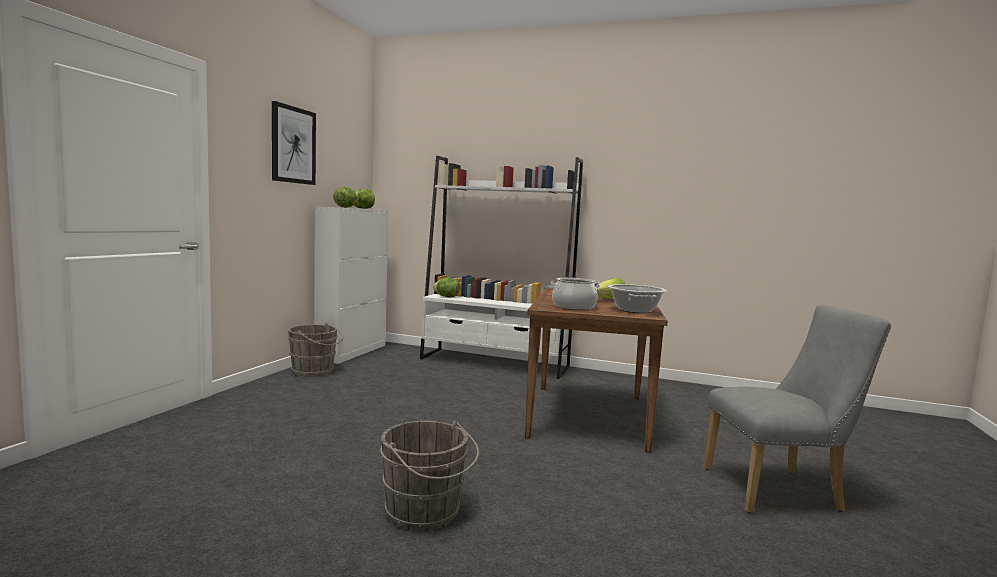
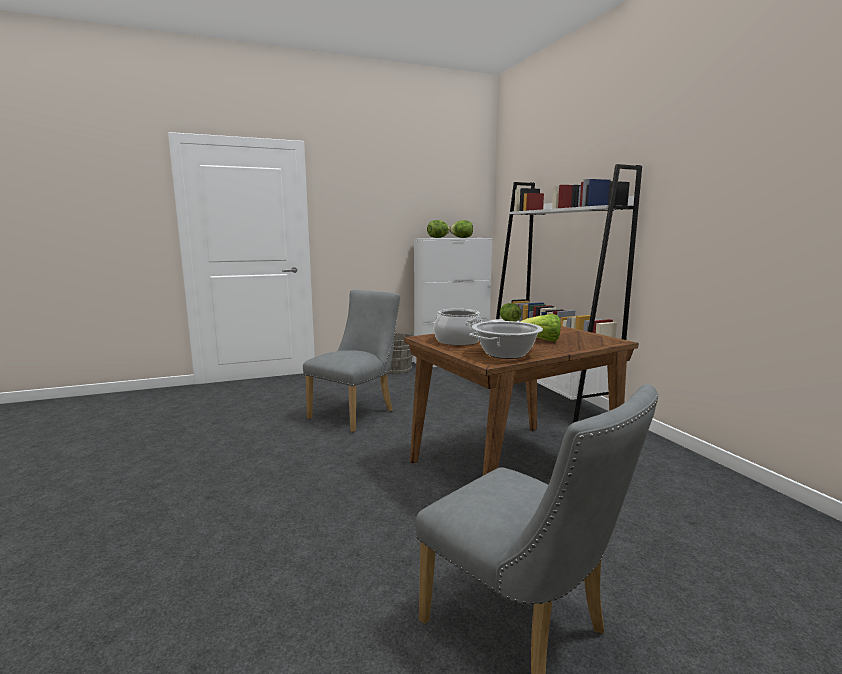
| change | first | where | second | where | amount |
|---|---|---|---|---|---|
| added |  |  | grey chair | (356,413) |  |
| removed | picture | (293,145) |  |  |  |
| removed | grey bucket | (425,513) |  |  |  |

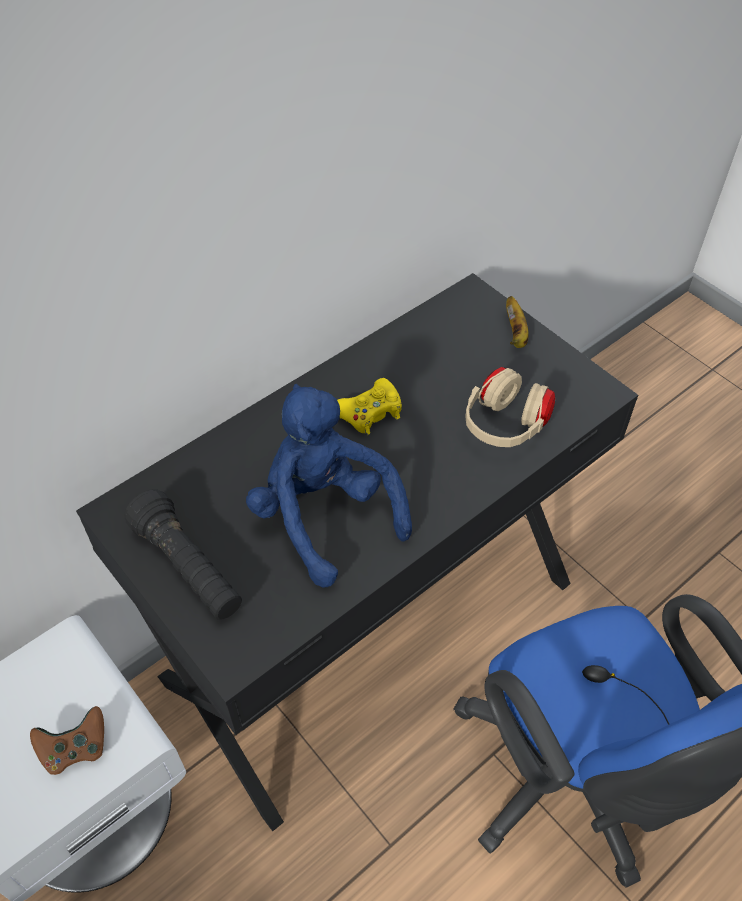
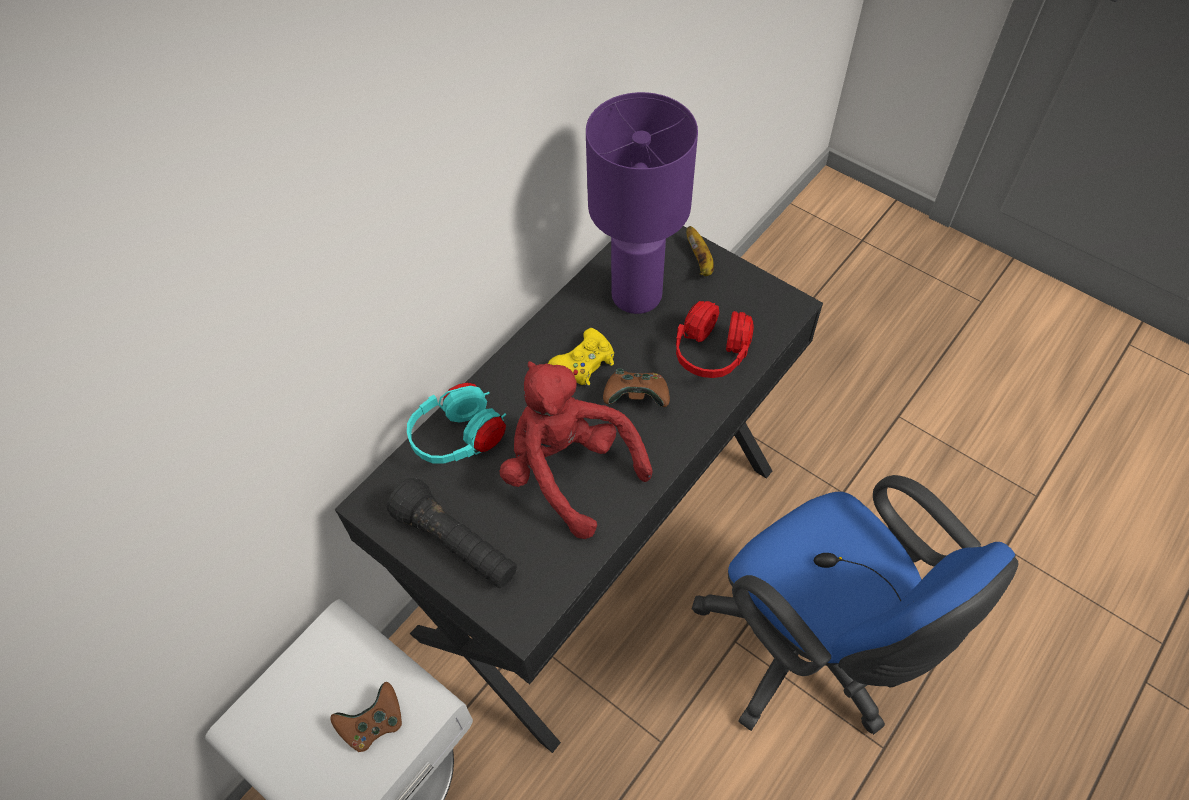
| change | first | where | second | where | amount |
|---|---|---|---|---|---|
| added |  |  | turquoise headphones | (459,439) |  |
| recoloured | blue plush toy | (324,516) | red plush toy | (568,471) |  |
| added |  |  | purple table lamp | (638,295) |  |
| added |  |  | brown game controller | (636,398) |  |
| recoloured | beige headphones | (505,426) | red headphones | (711,354) |  |

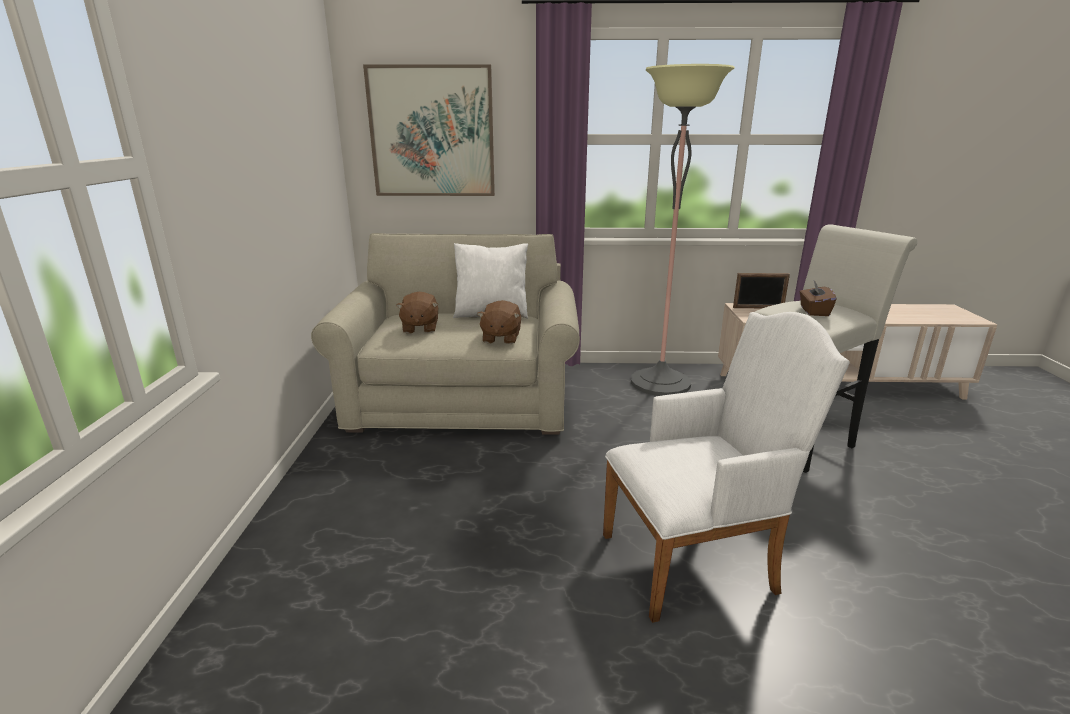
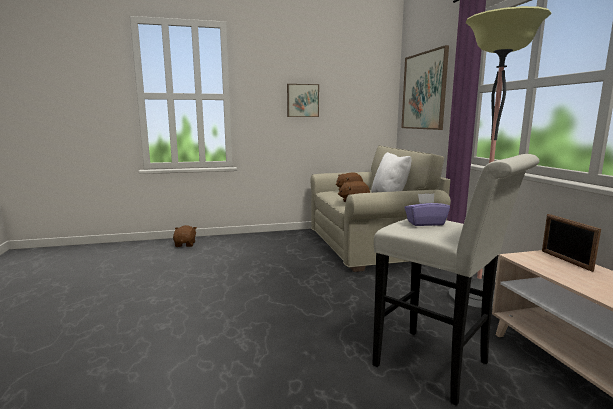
| change | first | where | second | where | amount |
|---|---|---|---|---|---|
| added |  |  | brown plush toy | (185,244) |  |
| added |  |  | picture | (302,100) |  |
| recoloured | brown tissue box | (813,311) | purple tissue box | (425,223) |  |
| removed | white armchair | (697,560) |  |  |  |

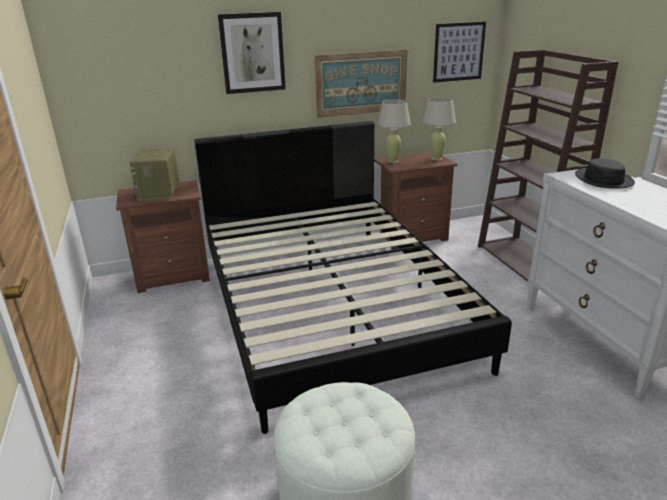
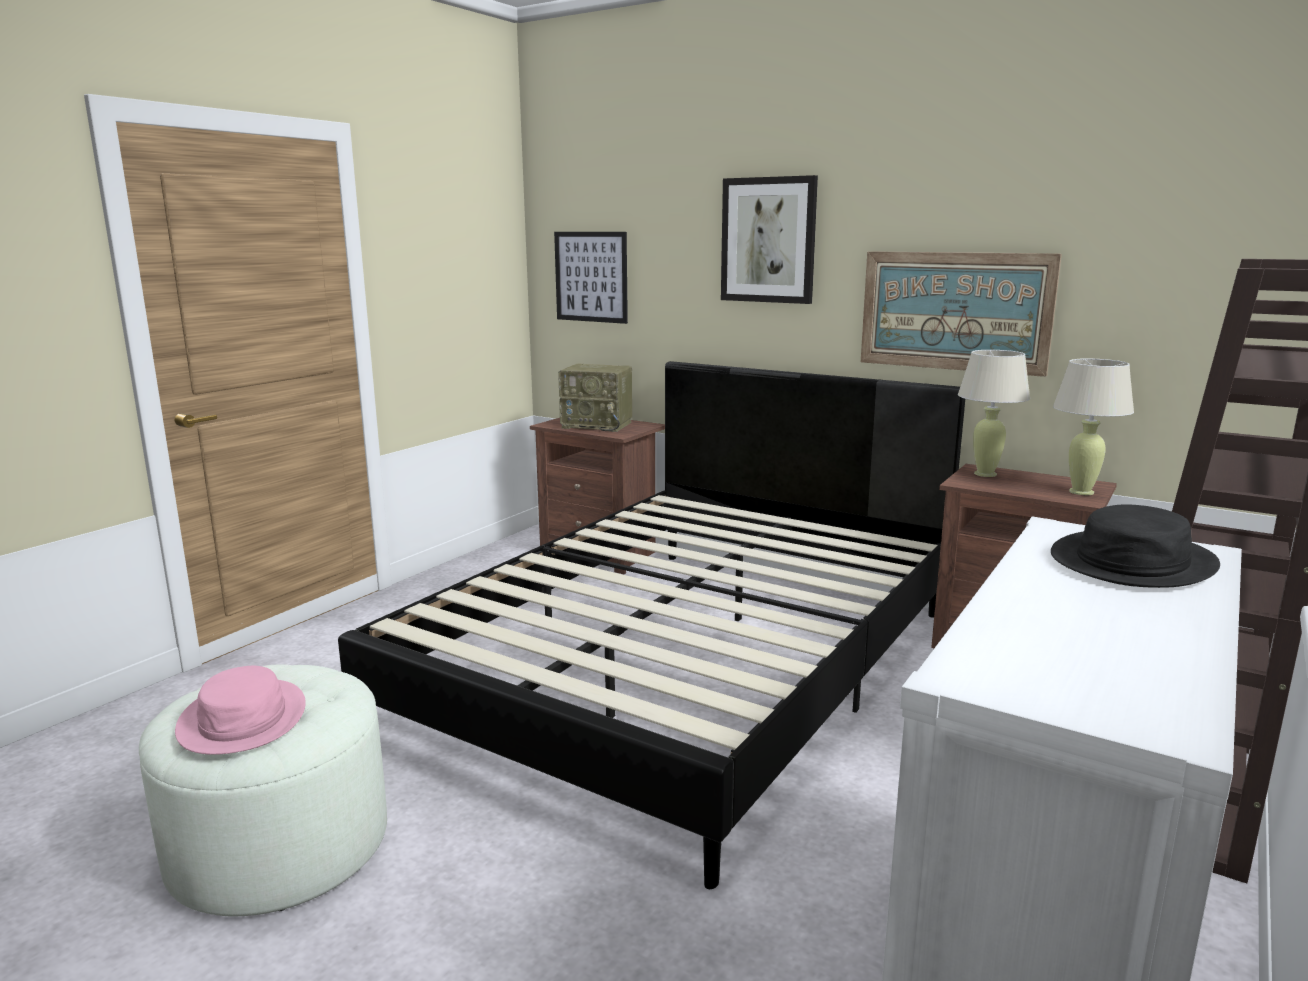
| change | first | where | second | where | amount |
|---|---|---|---|---|---|
| added |  |  | pink hat | (243,719) |  |
| moved | picture | (458,52) |  | (591,277) |  |
| turned | radio | (159,193) |  | (598,425) | 120 degrees counterclockwise |

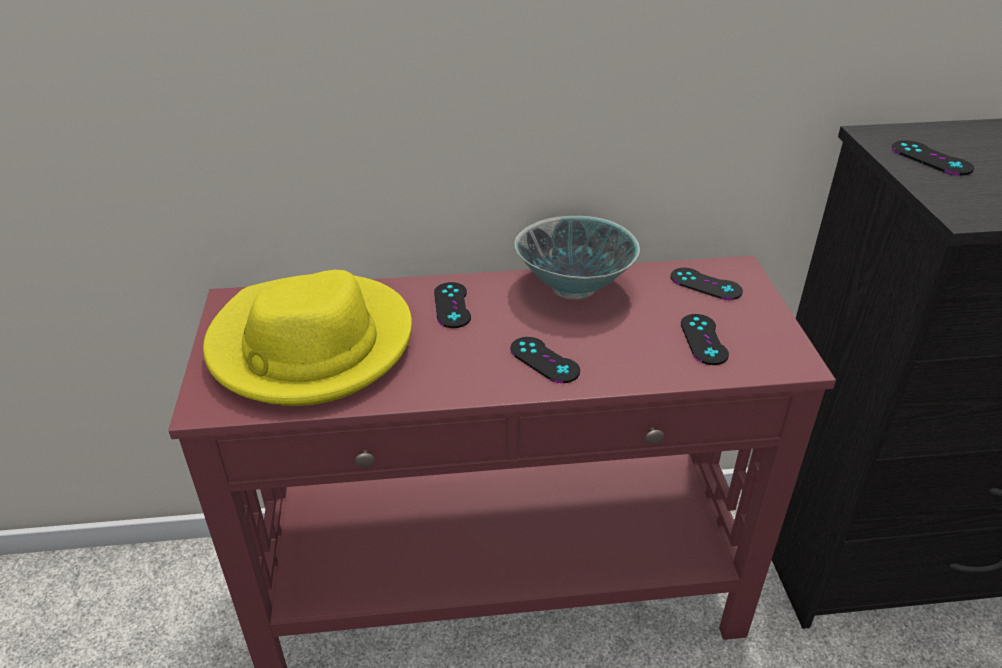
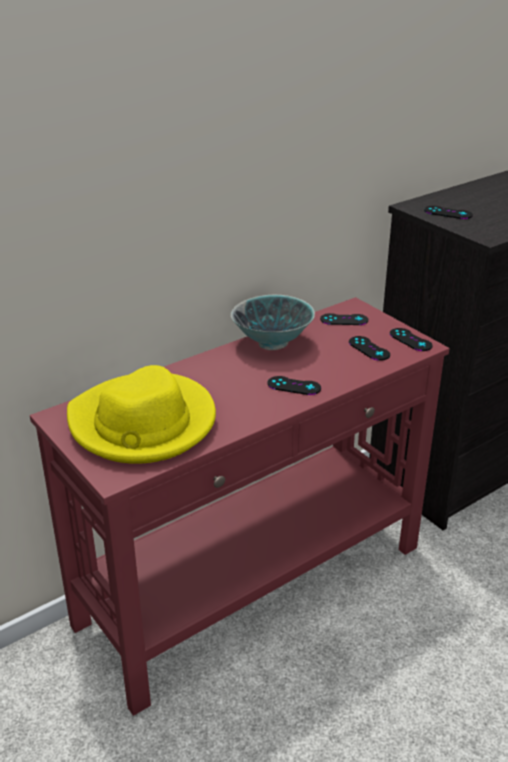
| change | first | where | second | where | amount |
|---|---|---|---|---|---|
| moved | black game controller | (452,305) |  | (410,340) |  |

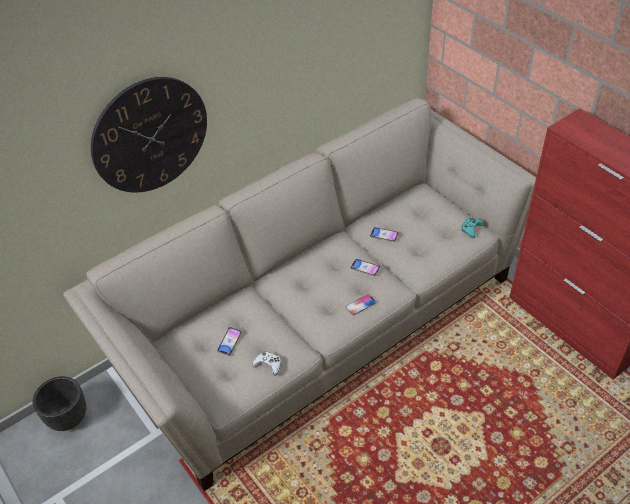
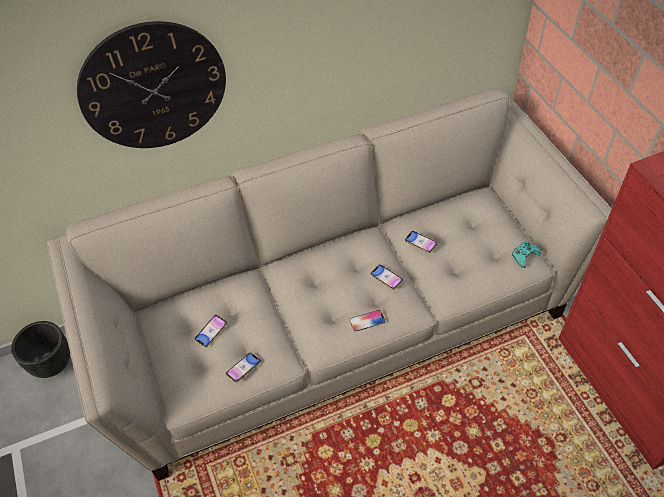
| change | first | where | second | where | amount |
|---|---|---|---|---|---|
| replaced | white game controller | (268,364) | phone | (243,368) |  |

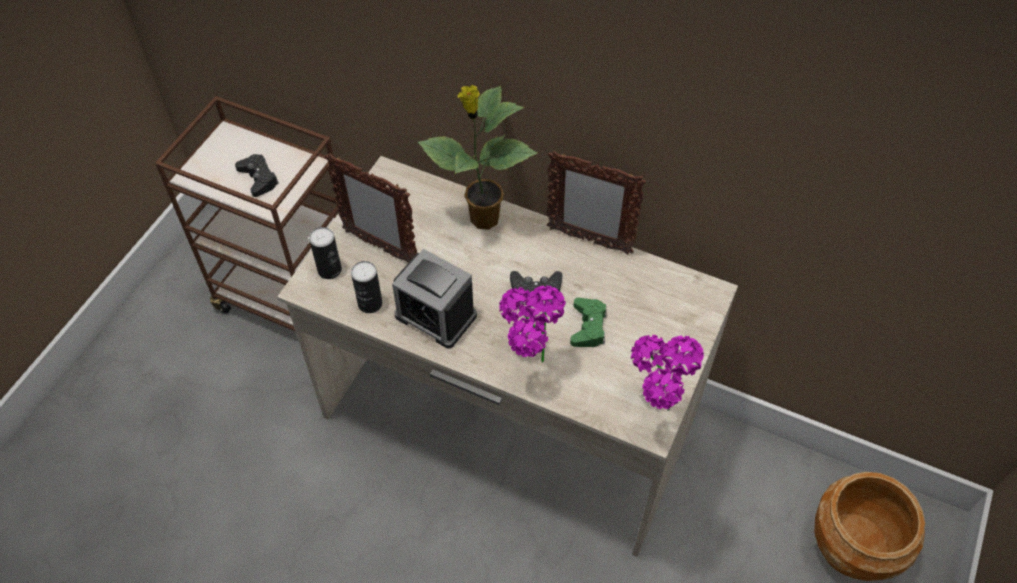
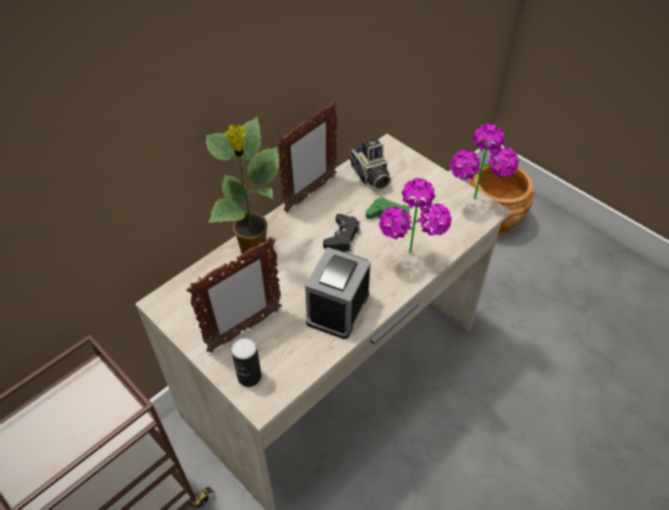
| change | first | where | second | where | amount |
|---|---|---|---|---|---|
| turned | alarm clock | (435,315) |  | (338,308) | 150 degrees clockwise |
| added |  |  | photo camera | (370,176) |  |
| removed | black game controller | (258,179) |  |  |  |
| removed | can | (370,303) |  |  |  |

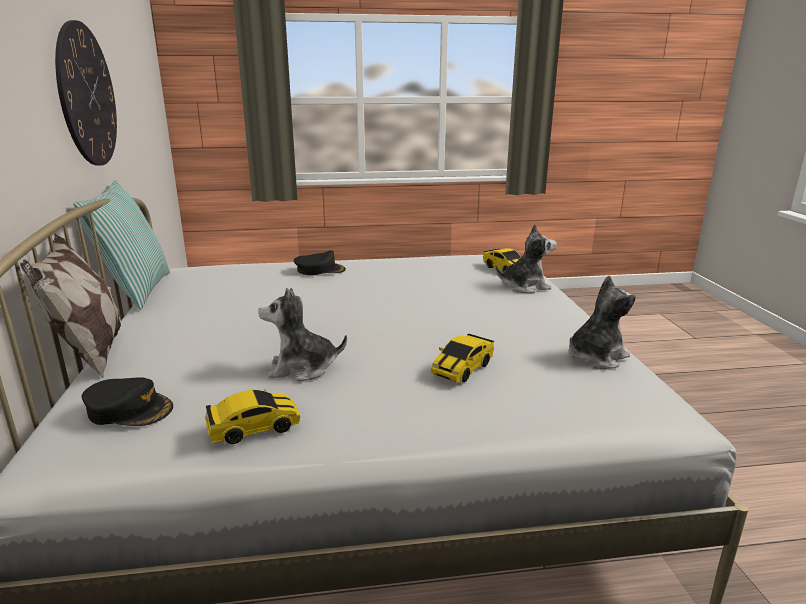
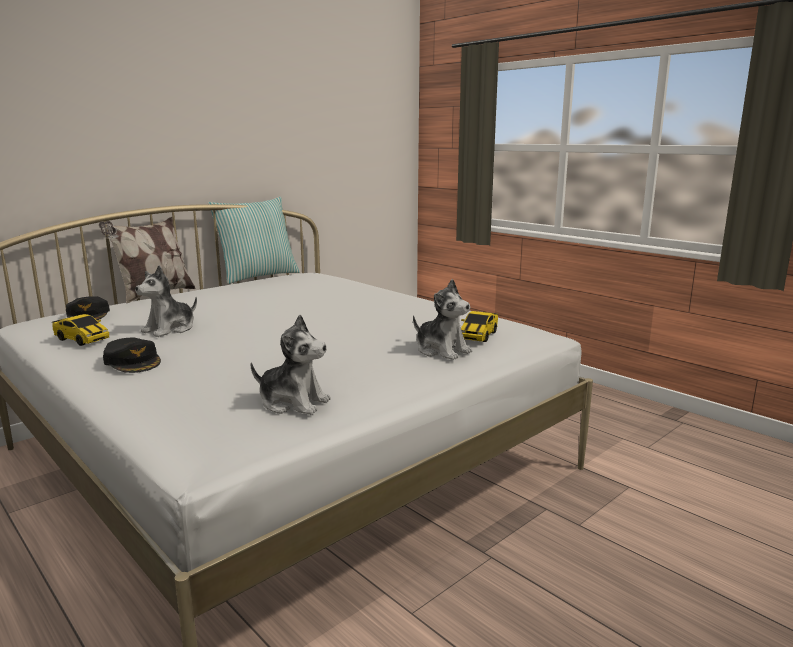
| change | first | where | second | where | amount |
|---|---|---|---|---|---|
| moved | black cap | (320,270) |  | (133,361) |  |
| turned | plush toy | (302,368) |  | (170,329) | 105 degrees counterclockwise |
| removed | wall clock | (87,95) |  |  |  |
| removed | toy car | (462,368) |  |  |  |

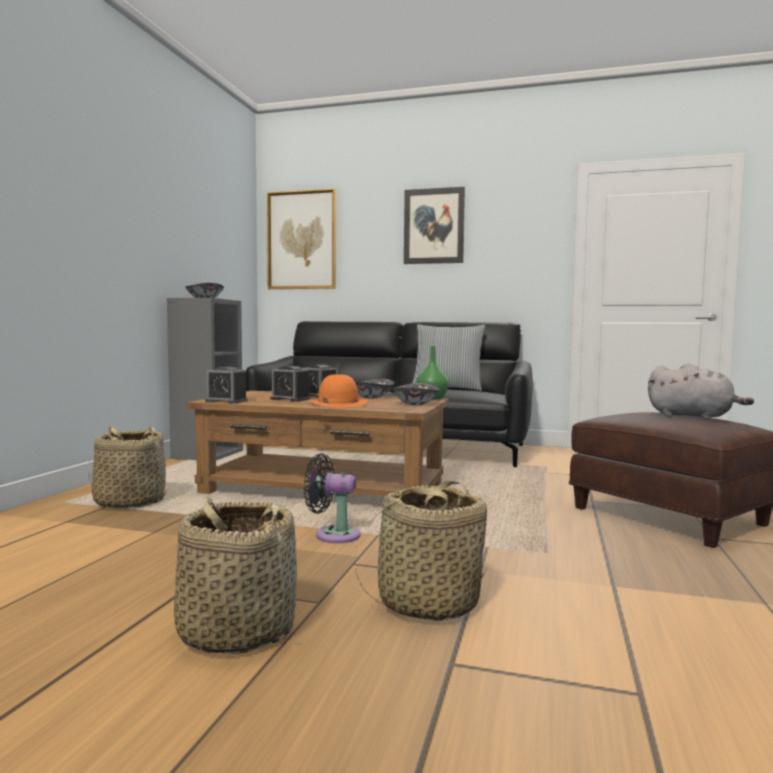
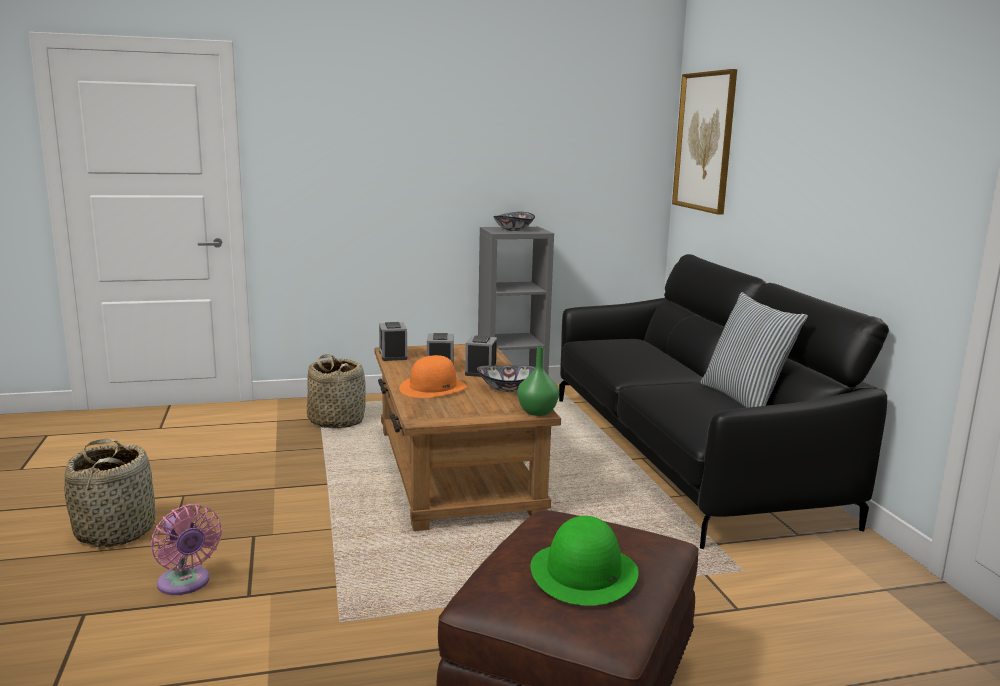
| change | first | where | second | where | amount |
|---|---|---|---|---|---|
| replaced | basket | (427,602) | pink fan | (185,584) |  |
| replaced | grey plush toy | (693,417) | green hat | (584,573) |  |
| removed | black fan | (333,535) |  |  |  |
| removed | bowl | (416,404) |  |  |  |
| removed | picture | (434,226) |  |  |  |

